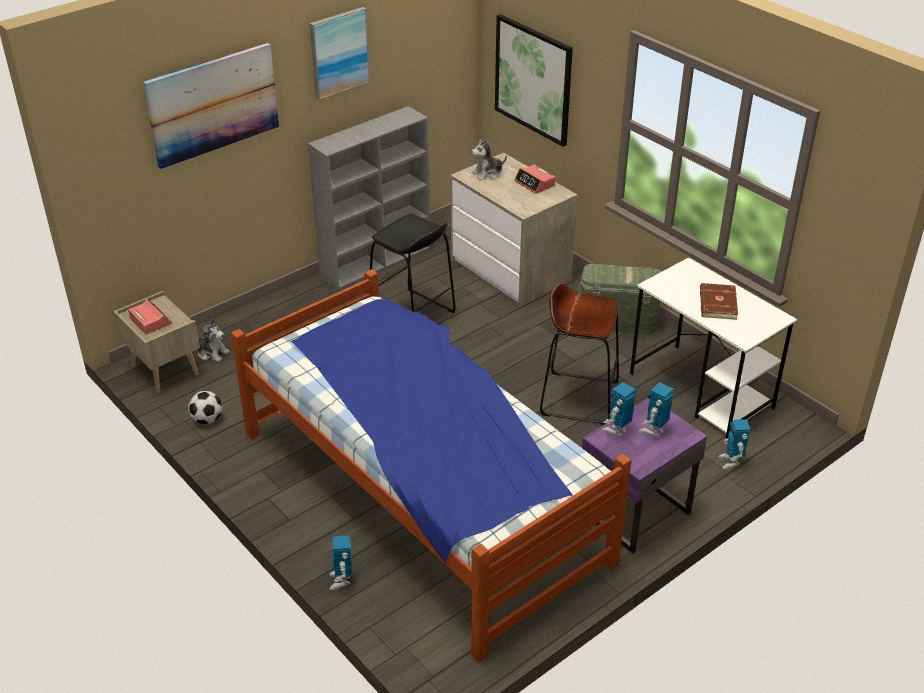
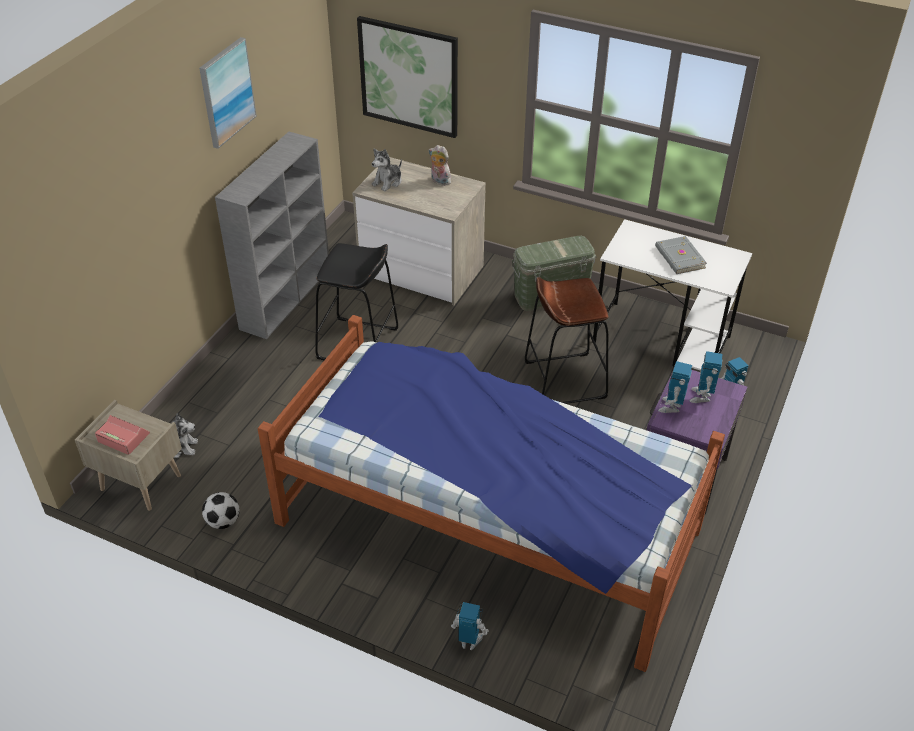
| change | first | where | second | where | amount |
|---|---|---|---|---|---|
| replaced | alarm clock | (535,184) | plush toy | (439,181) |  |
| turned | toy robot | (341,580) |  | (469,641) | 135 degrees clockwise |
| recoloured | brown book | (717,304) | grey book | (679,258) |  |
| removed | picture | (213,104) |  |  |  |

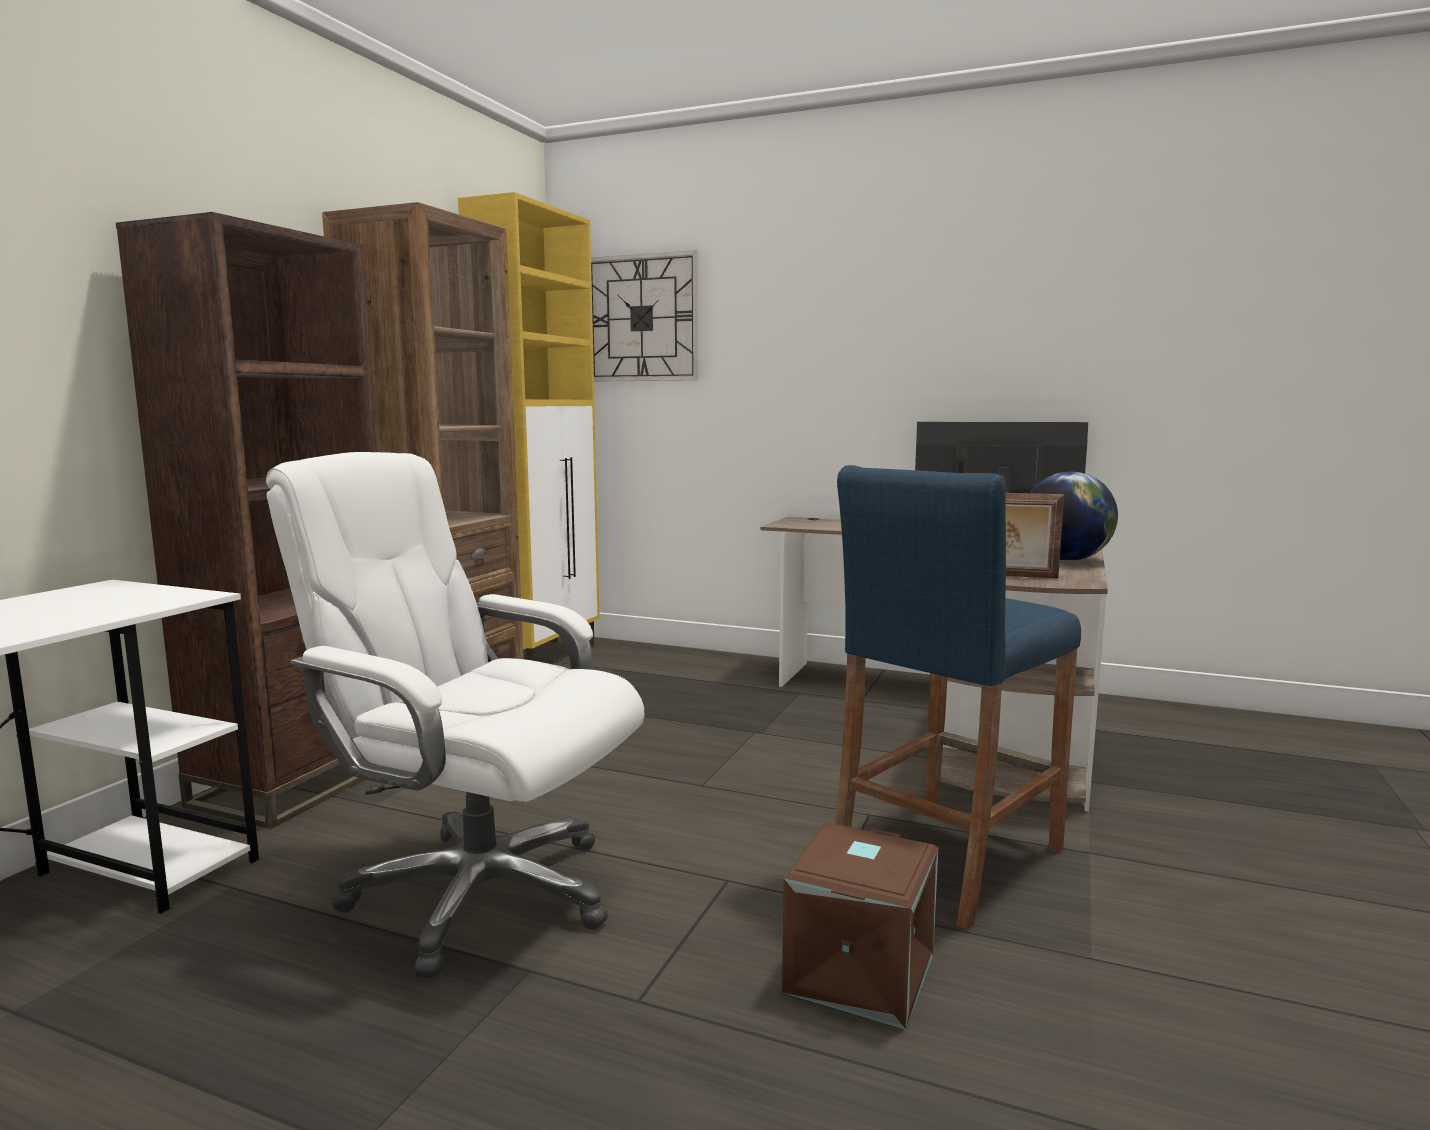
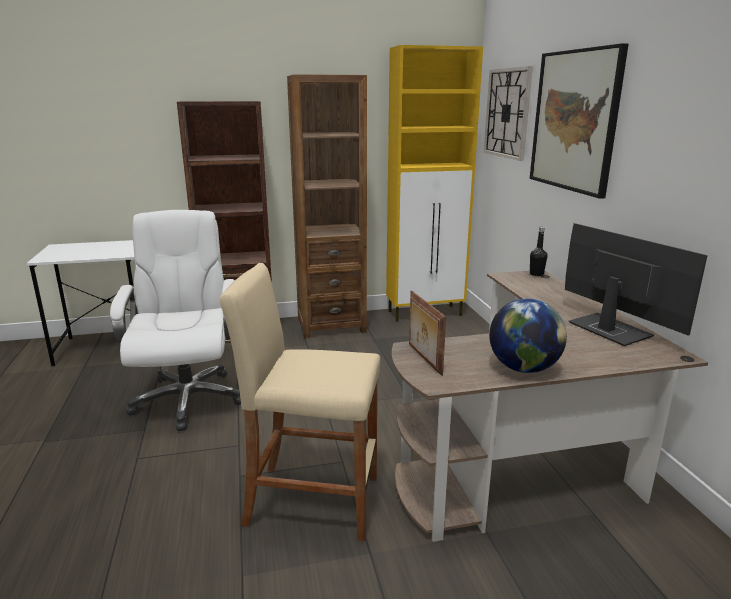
| change | first | where | second | where | amount |
|---|---|---|---|---|---|
| recoloured | blue stool | (946,858) | beige stool | (313,500) |  |
| added |  |  | picture | (574,121) |  |
| added |  |  | black bottle | (536,274) |  |
| removed | brown storage box | (857,972) |  |  |  |

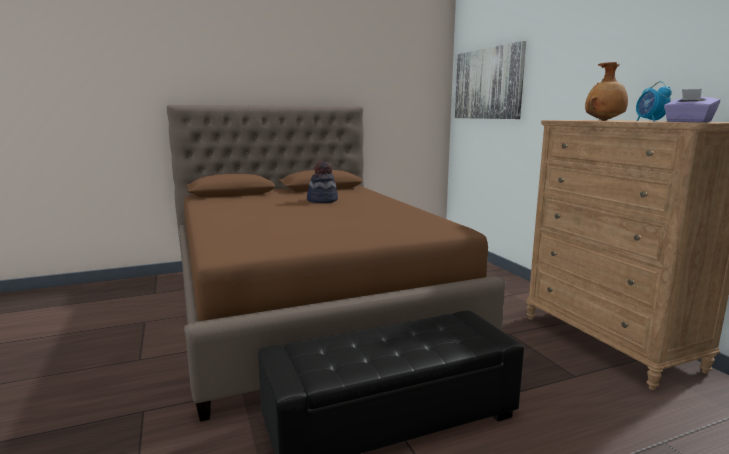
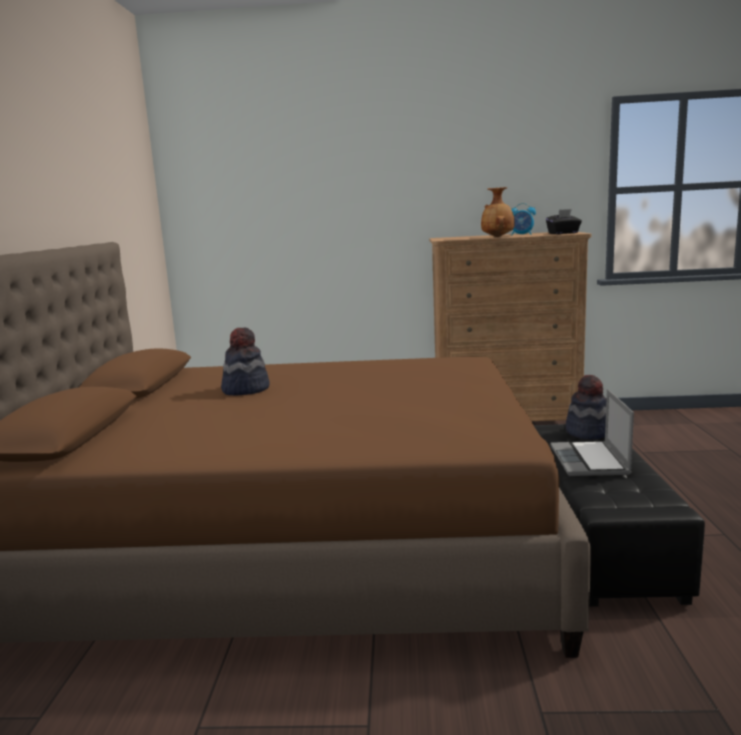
| change | first | where | second | where | amount |
|---|---|---|---|---|---|
| recoloured | purple tissue box | (688,122) | black tissue box | (563,233) |  |
| added |  |  | laptop | (590,461) |  |
| added |  |  | hat | (588,432) |  |
| removed | picture | (488,84) |  |  |  |

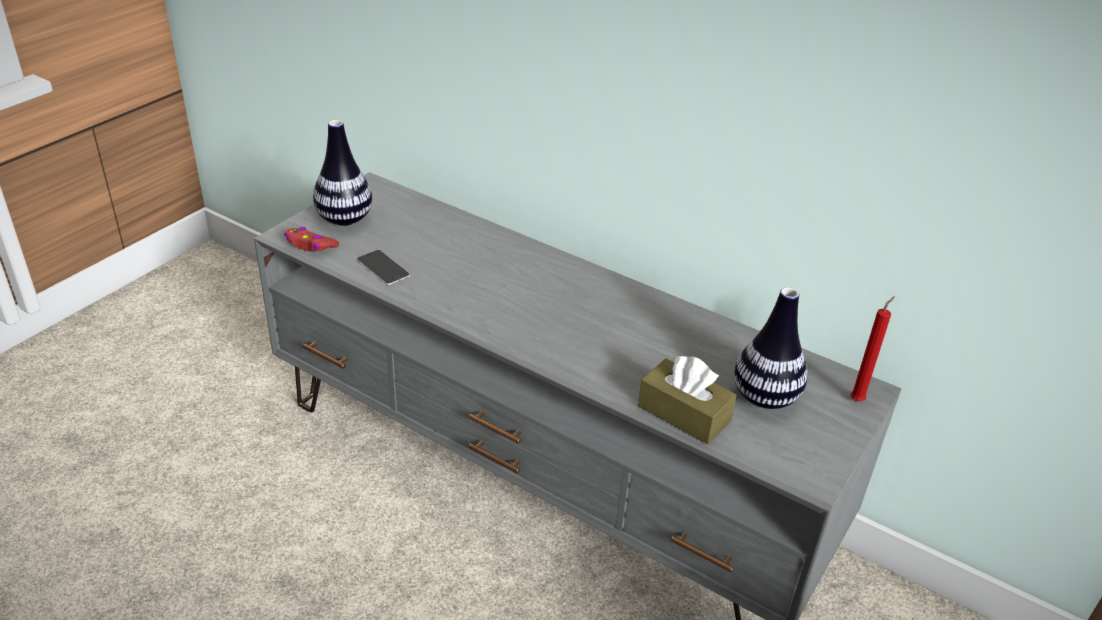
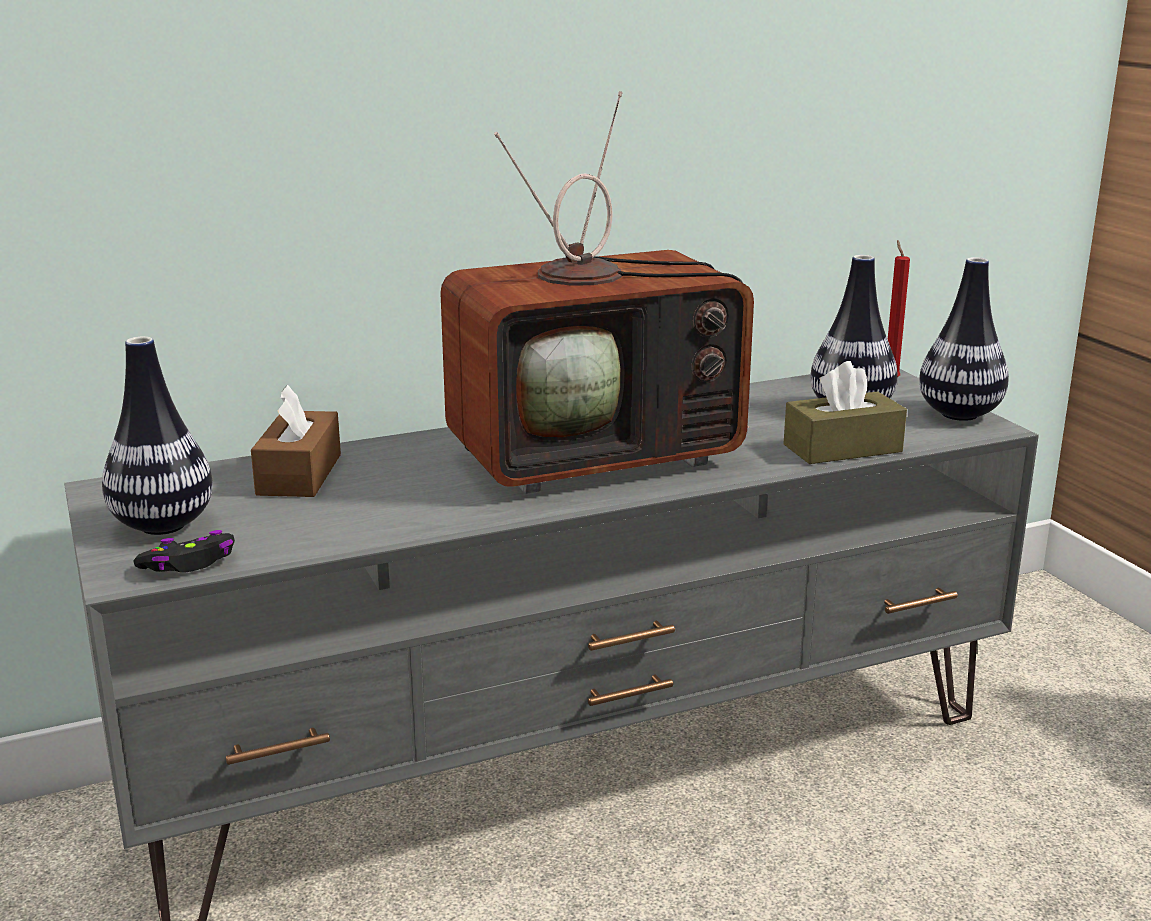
| change | first | where | second | where | amount |
|---|---|---|---|---|---|
| recoloured | red game controller | (310,245) | black game controller | (190,564) |  |
| added |  |  | brown tissue box | (299,474) |  |
| added |  |  | television | (599,454) |  |
| added |  |  | vase | (959,414) |  |
| removed | phone | (383,267) |  |  |  |

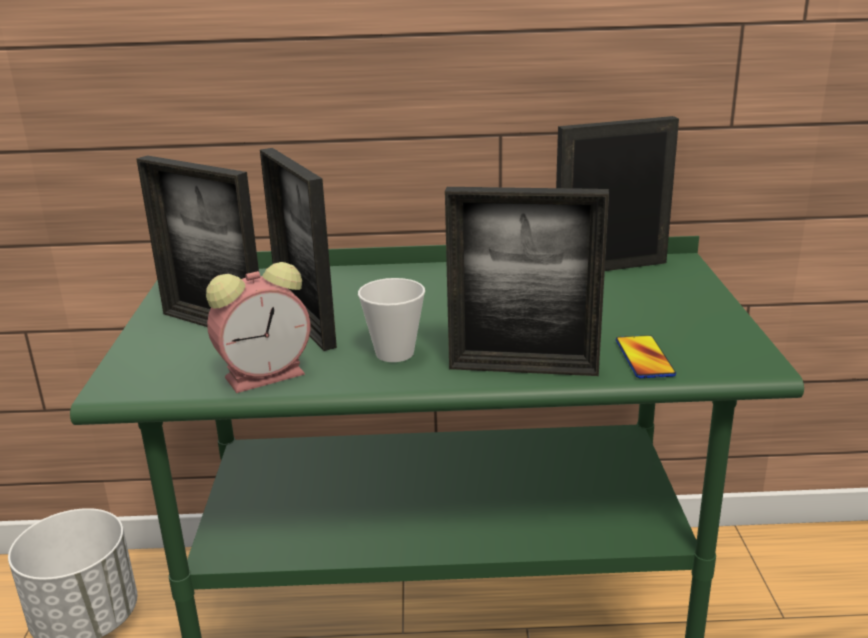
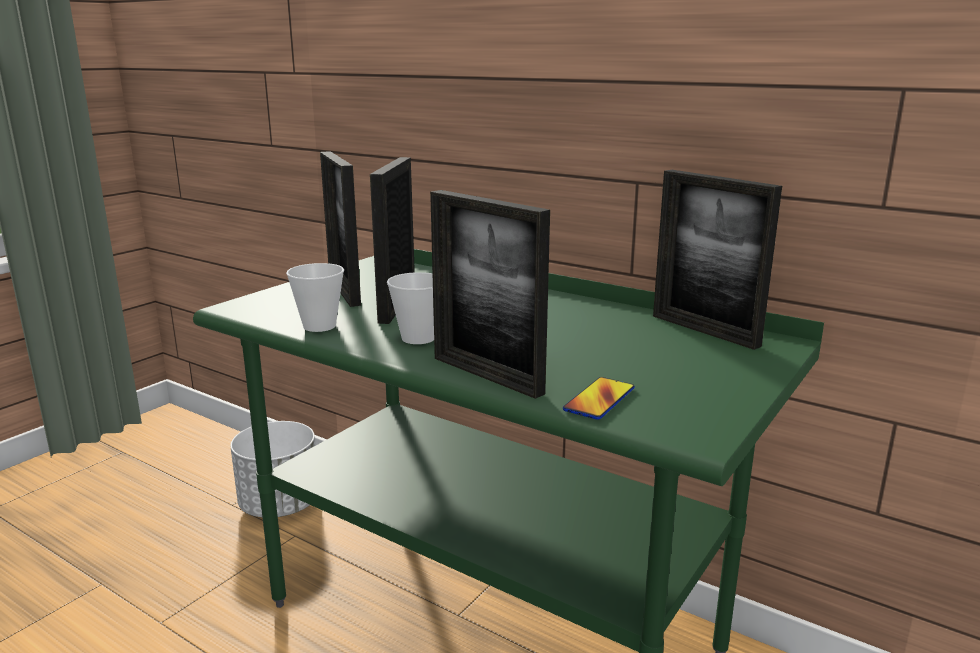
| change | first | where | second | where | amount |
|---|---|---|---|---|---|
| replaced | alarm clock | (267,374) | cup | (319,326) |  |
| turned | picture frame | (610,268) |  | (704,330) | 150 degrees counterclockwise |

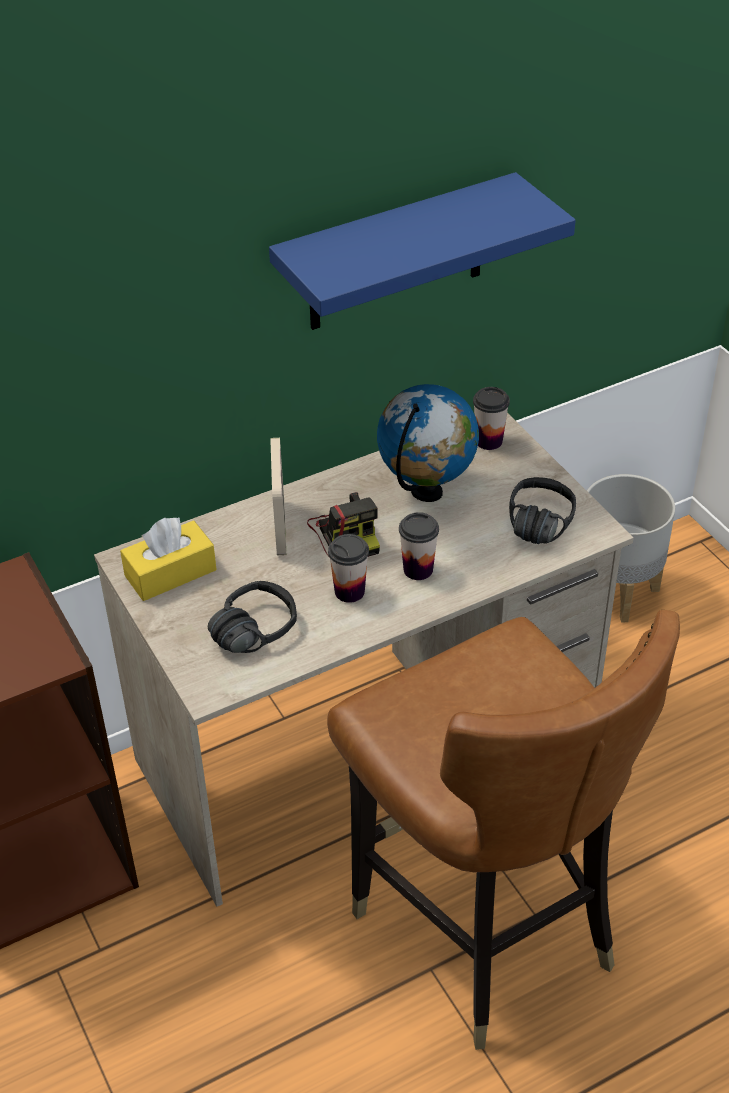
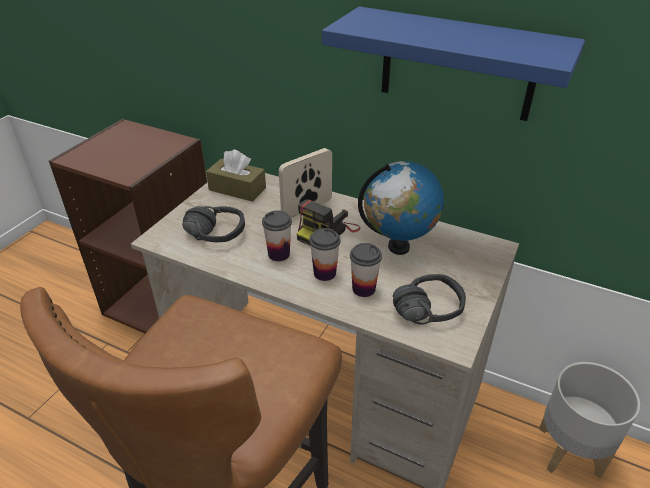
| change | first | where | second | where | amount |
|---|---|---|---|---|---|
| recoloured | yellow tissue box | (170,573) | brown tissue box | (237,189) |  |
| moved | cup | (489,441) |  | (363,289) |  |

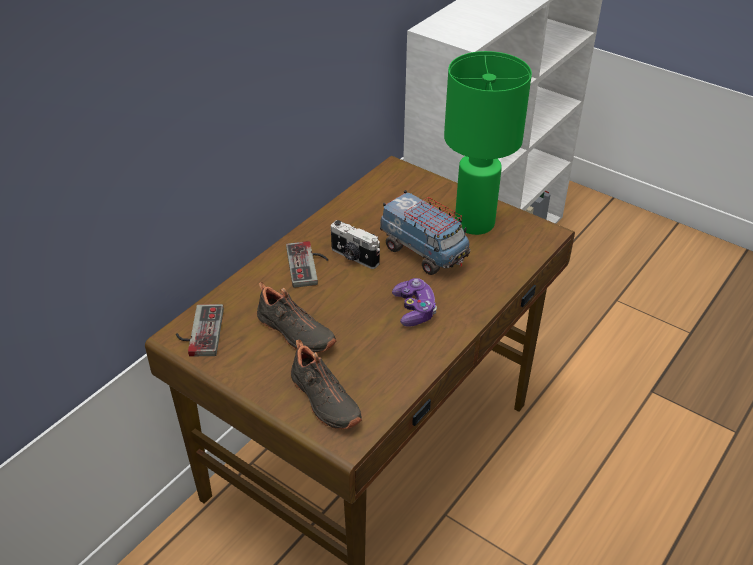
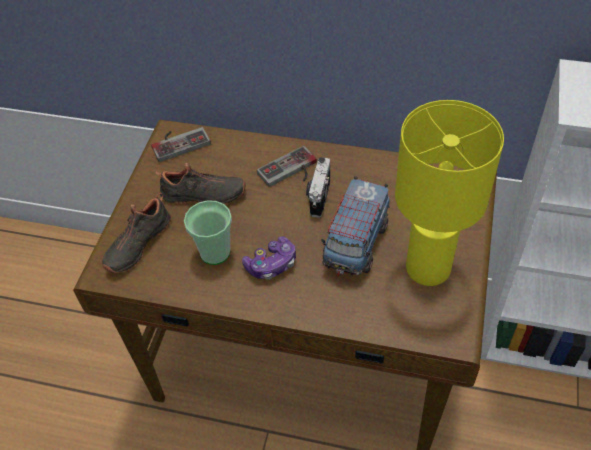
| change | first | where | second | where | amount |
|---|---|---|---|---|---|
| turned | black shoe | (294,333) |  | (203,196) | 105 degrees counterclockwise |
| added |  |  | cup | (215,252) |  |
| recoloured | green table lamp | (475,224) | yellow table lamp | (427,269) |  |

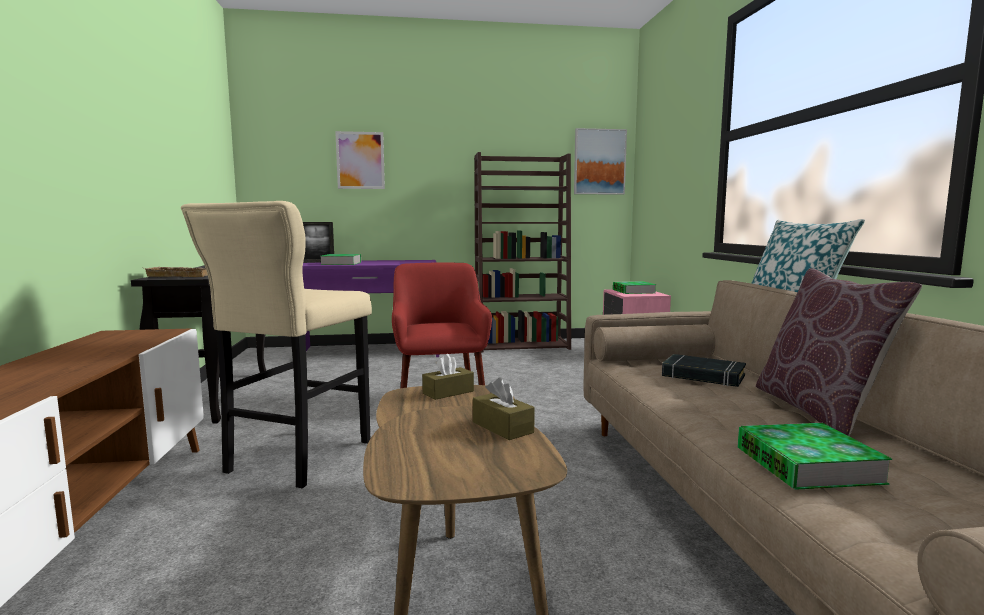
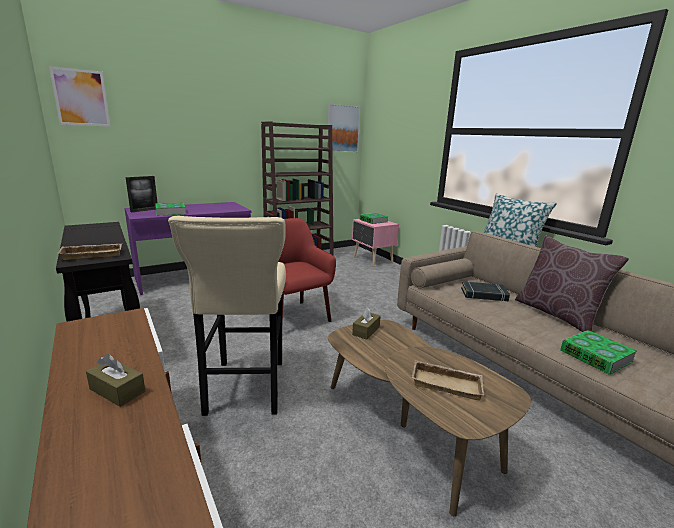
| change | first | where | second | where | amount |
|---|---|---|---|---|---|
| moved | picture | (360,160) |  | (81,98) |  |
| moved | brown tissue box | (502,427) |  | (117,390) |  |
| added |  |  | beige tray | (447,383) |  |

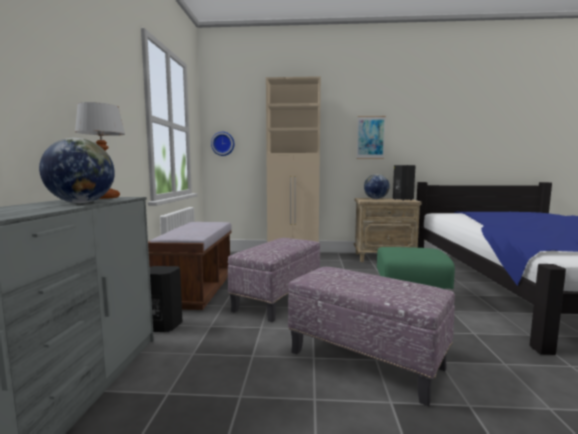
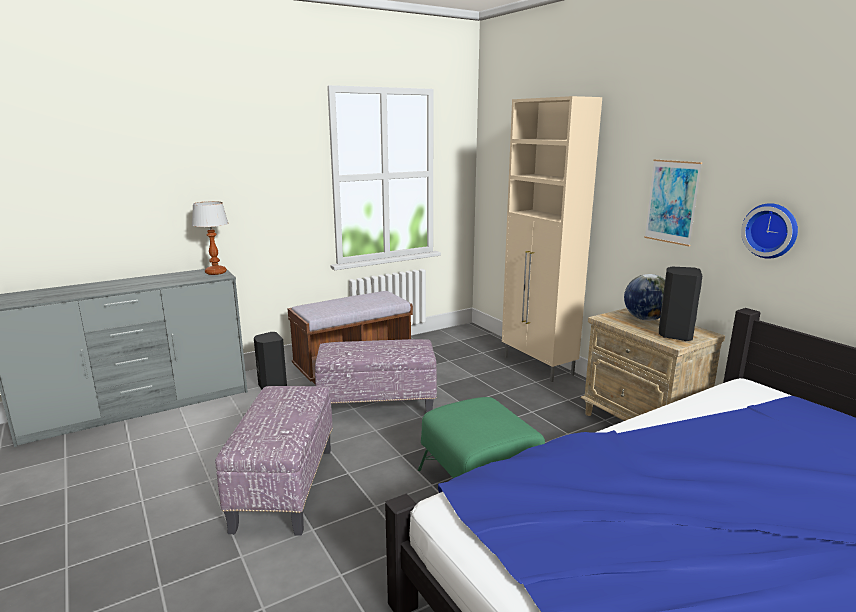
| change | first | where | second | where | amount |
|---|---|---|---|---|---|
| moved | wall clock | (223,144) |  | (771,230) |  |
| removed | globe | (81,202) |  |  |  |

